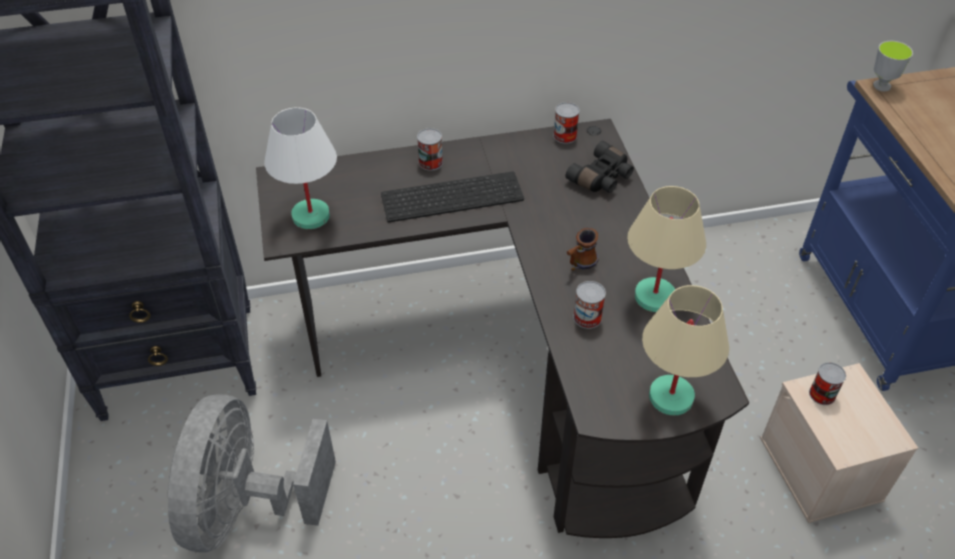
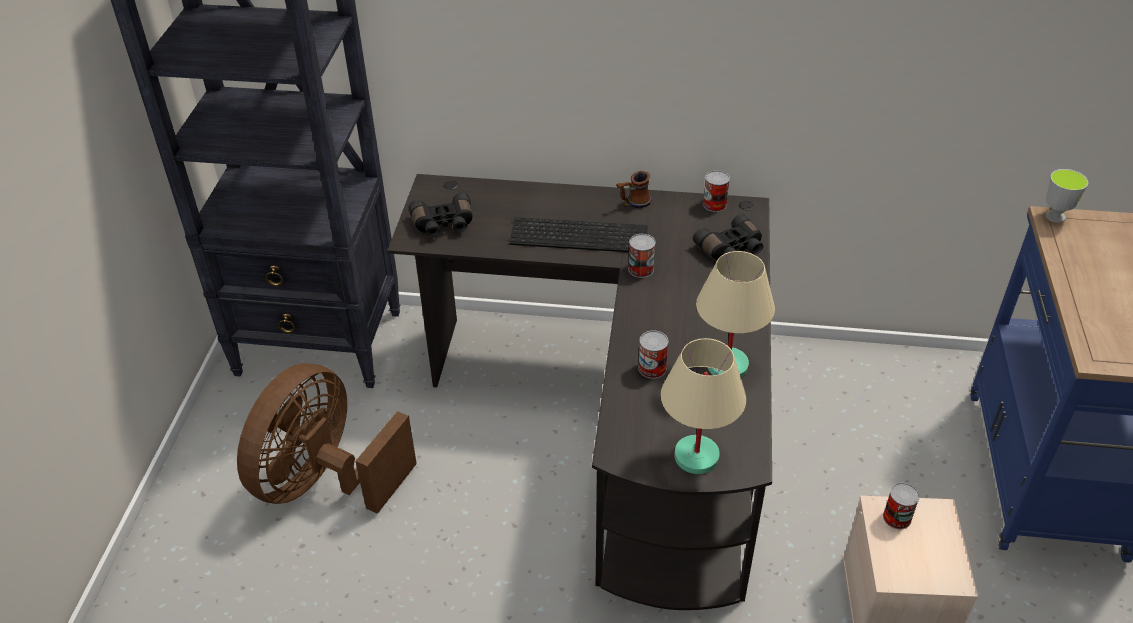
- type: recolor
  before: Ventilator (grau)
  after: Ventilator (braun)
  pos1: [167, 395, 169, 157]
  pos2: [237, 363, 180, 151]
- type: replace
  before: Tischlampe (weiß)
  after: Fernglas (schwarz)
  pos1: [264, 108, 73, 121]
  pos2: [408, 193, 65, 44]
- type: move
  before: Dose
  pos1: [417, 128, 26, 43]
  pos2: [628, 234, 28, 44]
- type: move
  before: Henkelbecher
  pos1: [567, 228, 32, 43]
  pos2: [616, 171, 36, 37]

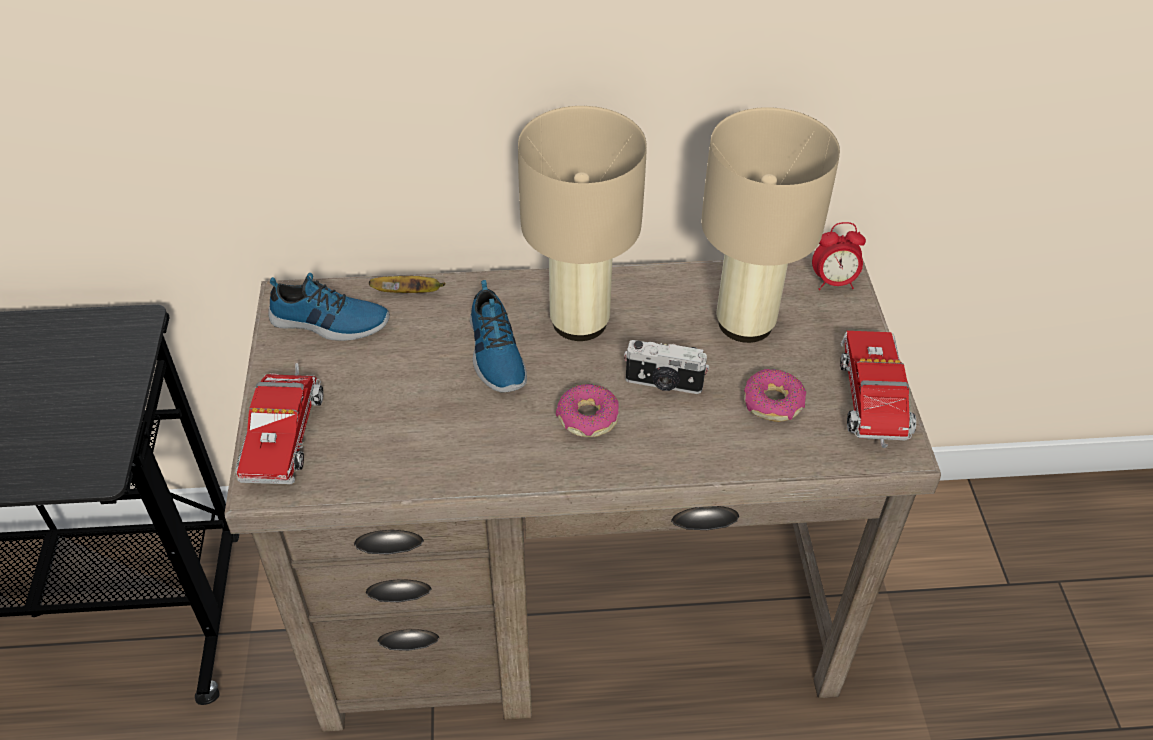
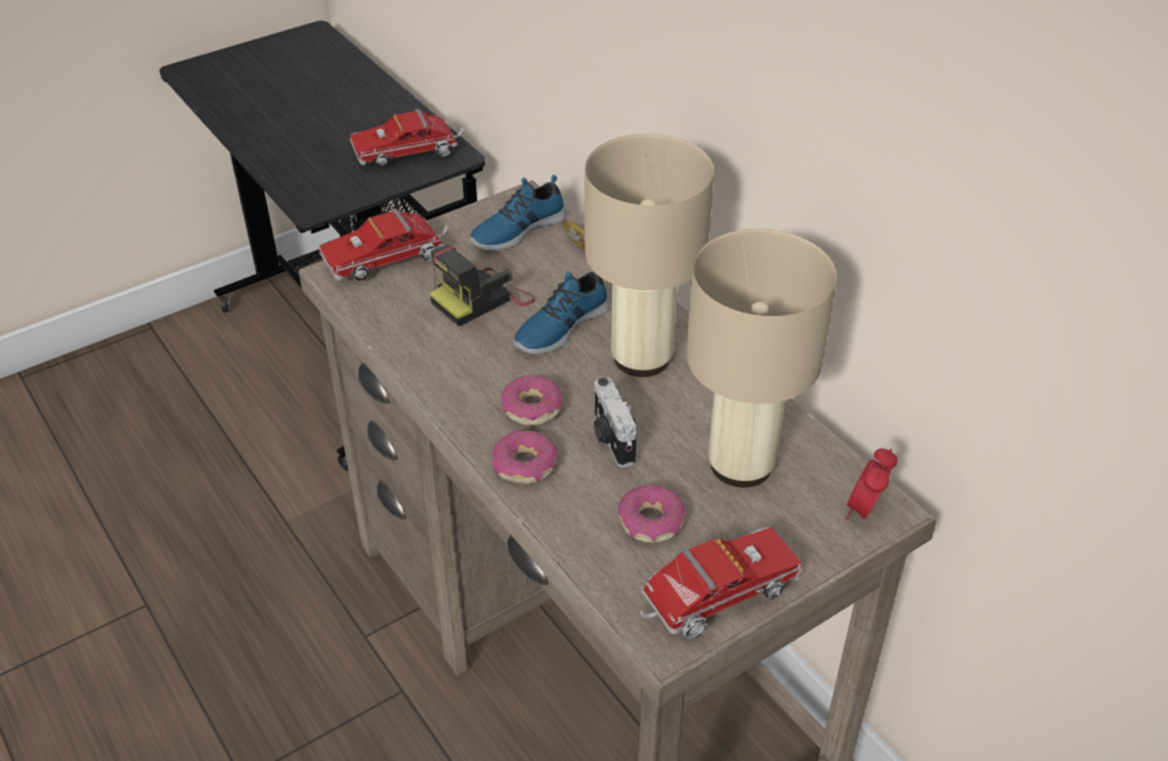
- type: rotate
  before: Schuh
  pos1: [268, 273, 122, 68]
  pos2: [469, 175, 97, 75]
  turn: 75
- type: rotate
  before: Wecker
  pos1: [812, 222, 54, 68]
  pos2: [845, 448, 53, 71]
  turn: 60
- type: insert
  after: Spielzeuglaster
  pos2: [350, 109, 113, 58]
- type: insert
  after: Kamera
  pos2: [429, 245, 106, 81]
- type: insert
  after: Donut
  pos2: [492, 430, 66, 54]

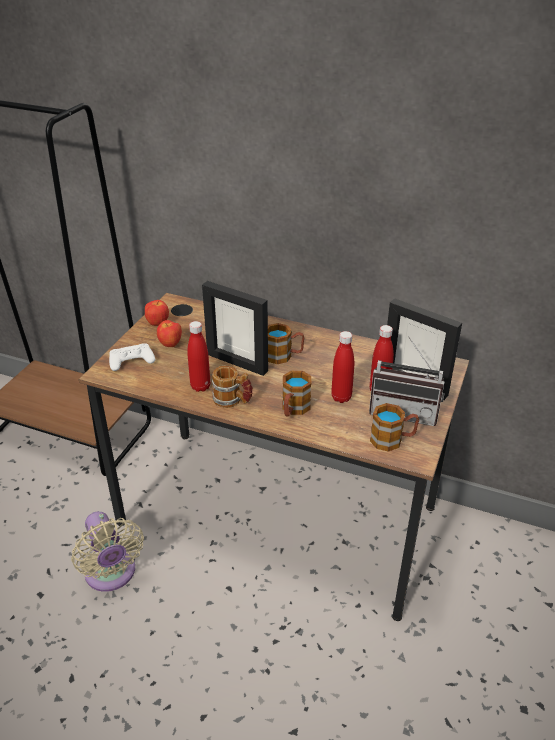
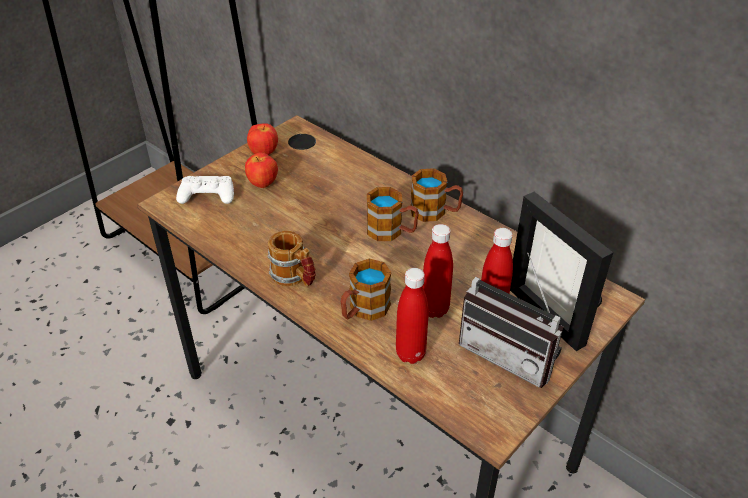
- type: delete
  before: Ventilator (beige)
  pos1: [71, 511, 73, 81]
- type: move
  before: Flasche (rot)
  pos1: [187, 321, 24, 71]
  pos2: [396, 268, 33, 96]
- type: delete
  before: Bilderrahmen
  pos1: [202, 281, 66, 95]
- type: move
  before: Henkelbecher
  pos1: [370, 403, 49, 49]
  pos2: [411, 168, 52, 54]

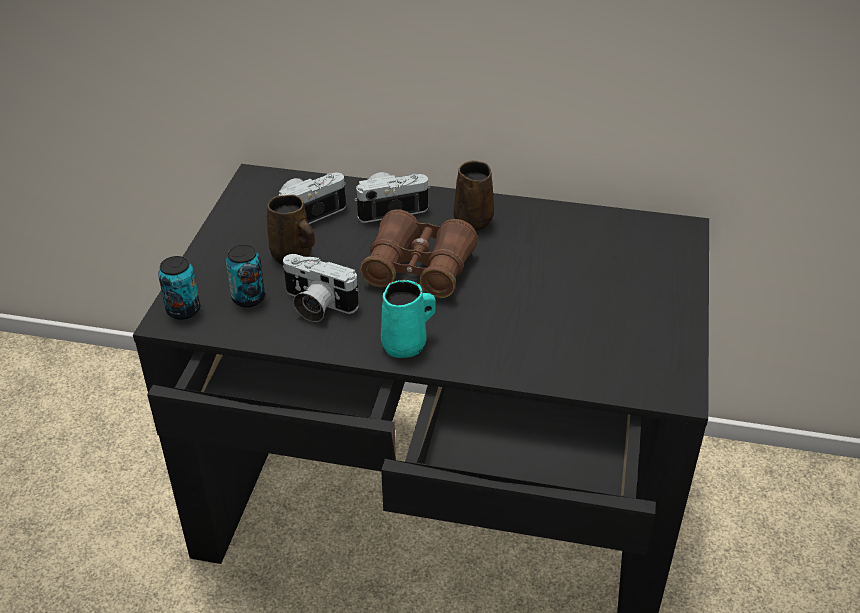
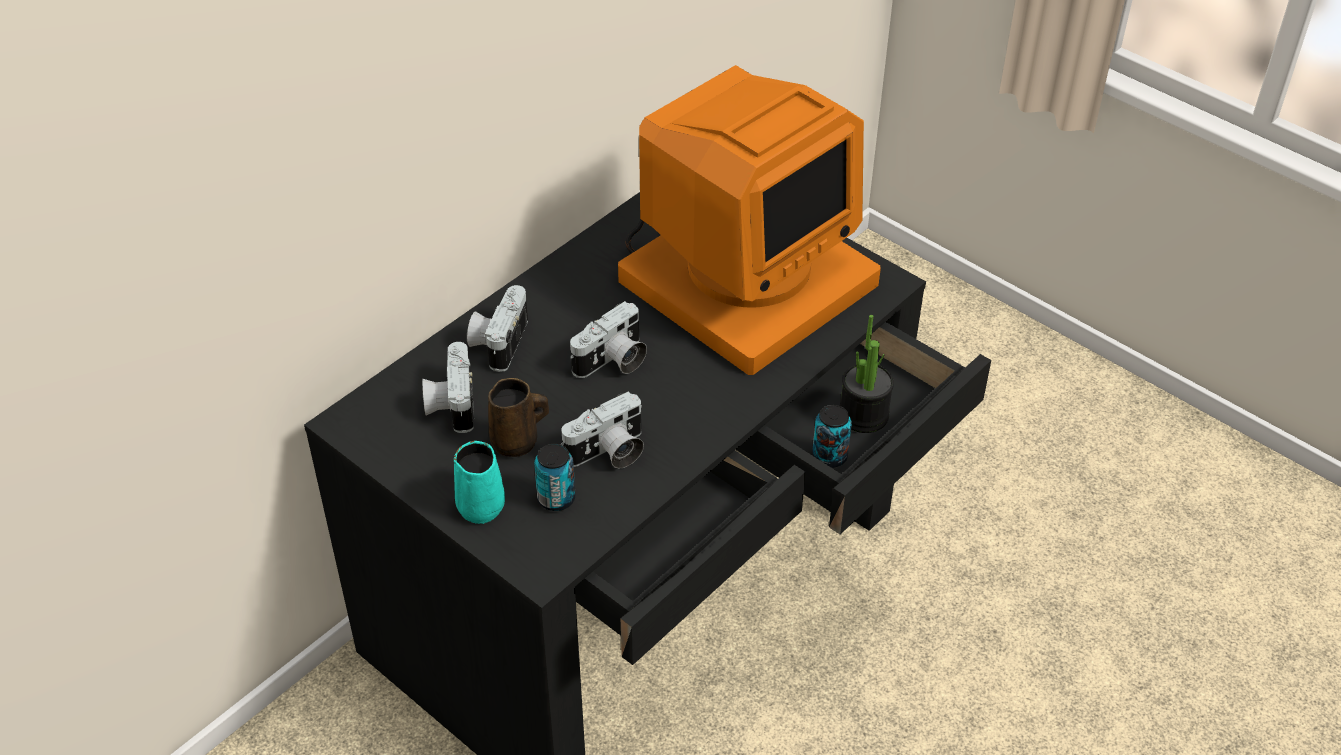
- type: move
  before: Dose
  pos1: [158, 256, 42, 64]
  pos2: [812, 405, 40, 63]
- type: replace
  before: Fernglas (braun)
  after: Kamera
  pos1: [360, 209, 117, 89]
  pos2: [570, 301, 77, 77]
- type: move
  before: Henkelbecher (türkis)
  pos1: [381, 280, 55, 78]
  pos2: [454, 441, 51, 83]
- type: delete
  before: Henkelbecher (braun)
  pos1: [454, 161, 40, 70]
- type: insert
  after: Monitor
  pos2: [618, 65, 263, 310]
- type: insert
  after: Topfpflanze
  pos2: [840, 315, 54, 118]

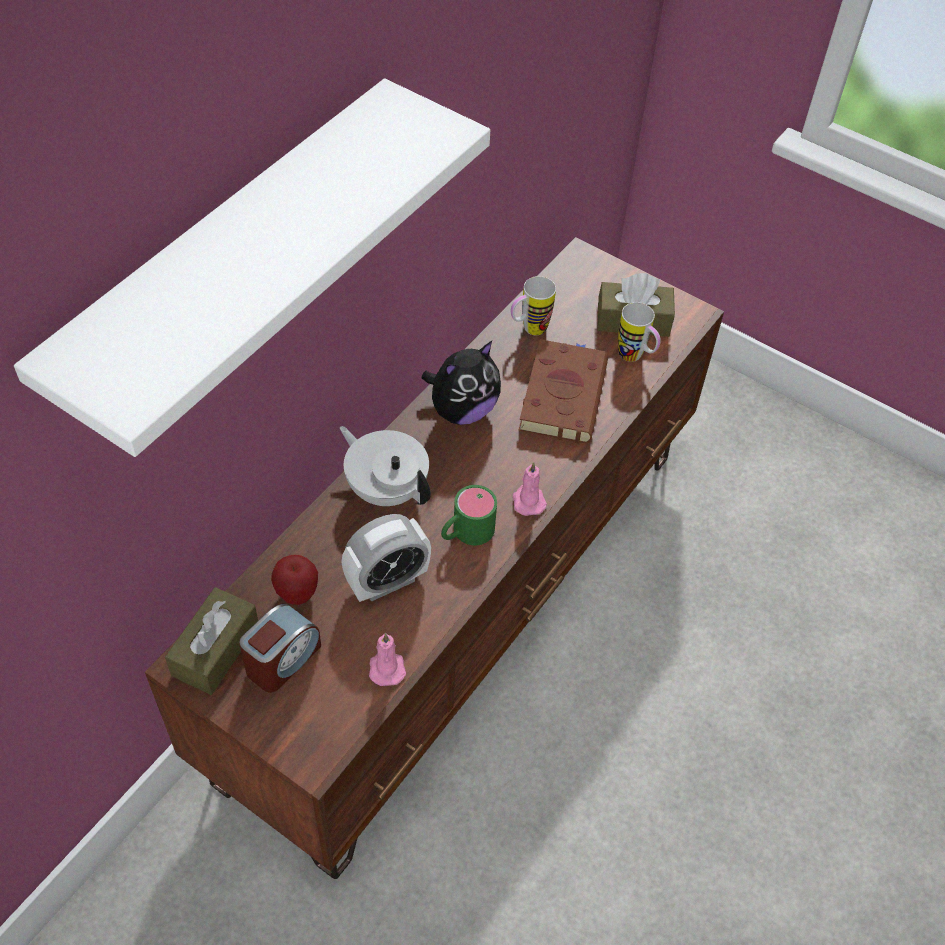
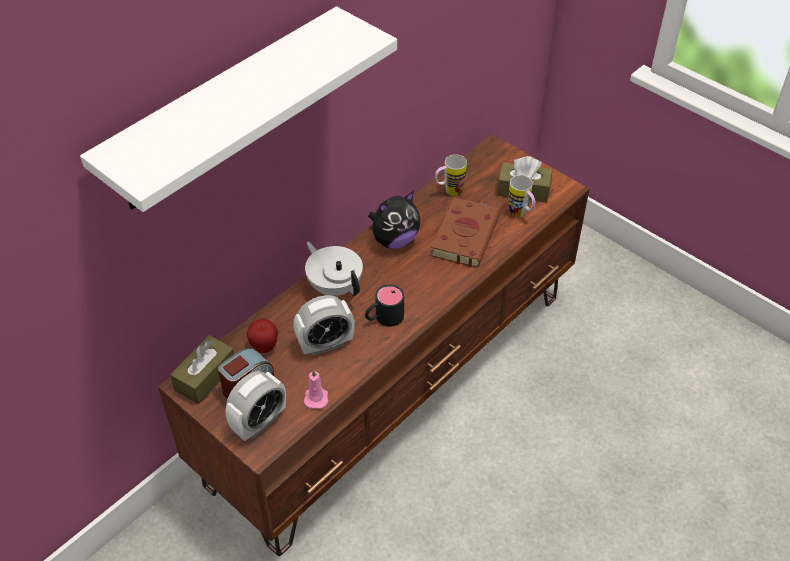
- type: recolor
  before: Henkelbecher (grün)
  after: Henkelbecher (schwarz)
  pos1: [441, 485, 56, 60]
  pos2: [365, 284, 39, 43]
- type: delete
  before: Kerze (rosa)
  pos1: [513, 462, 34, 54]
- type: insert
  after: Wecker
  pos2: [226, 371, 60, 70]

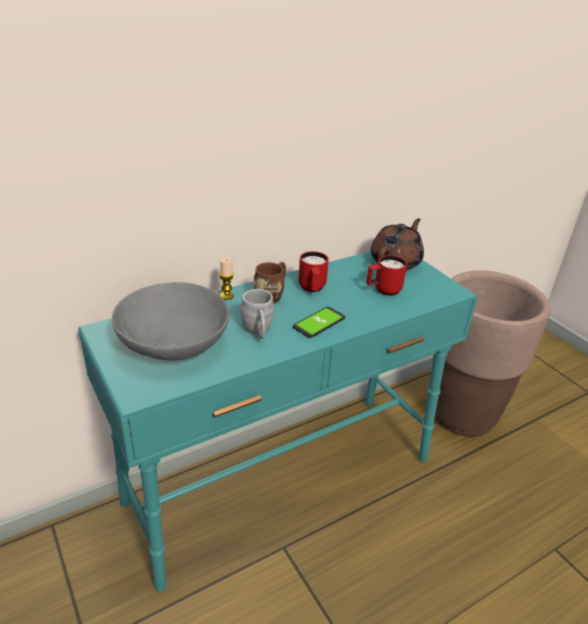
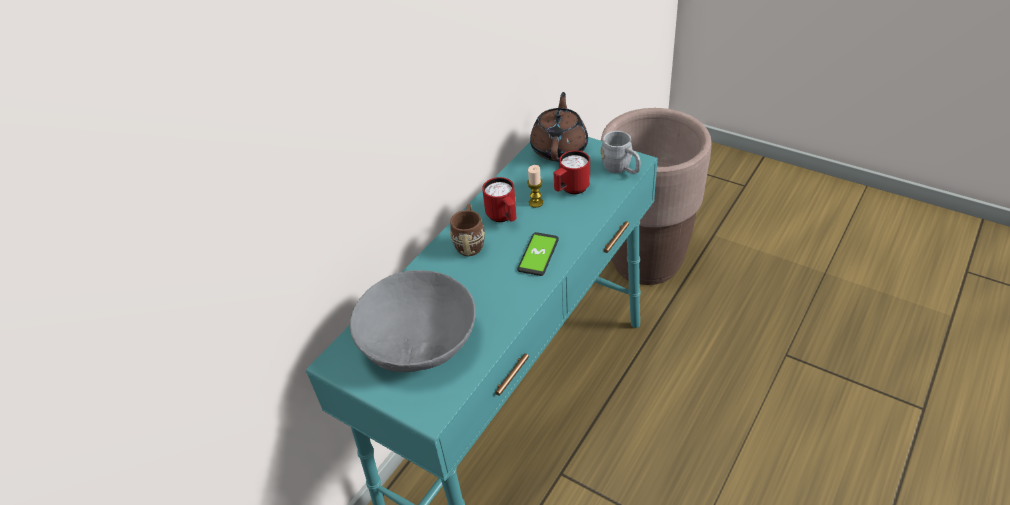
- type: move
  before: Kerze
  pos1: [219, 257, 15, 43]
  pos2: [527, 165, 16, 43]
- type: move
  before: Henkelbecher (grau)
  pos1: [240, 289, 34, 50]
  pos2: [600, 131, 41, 43]

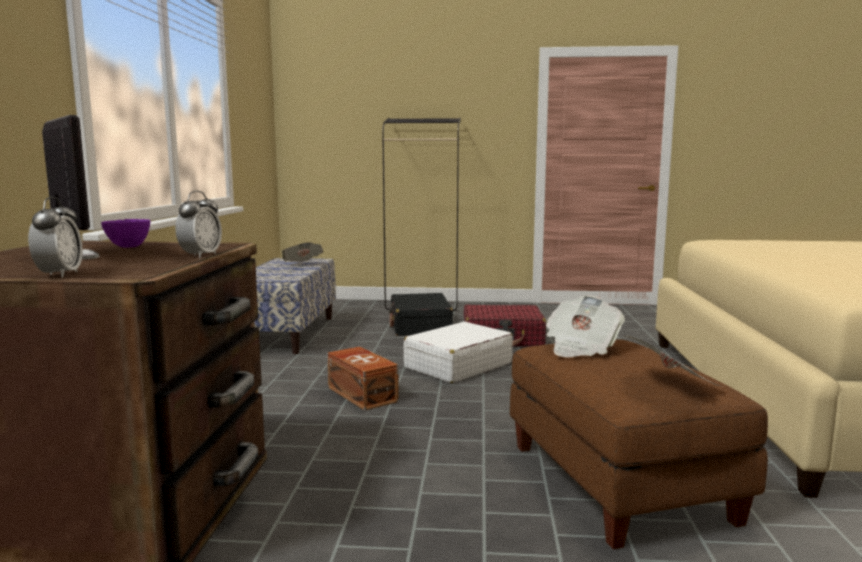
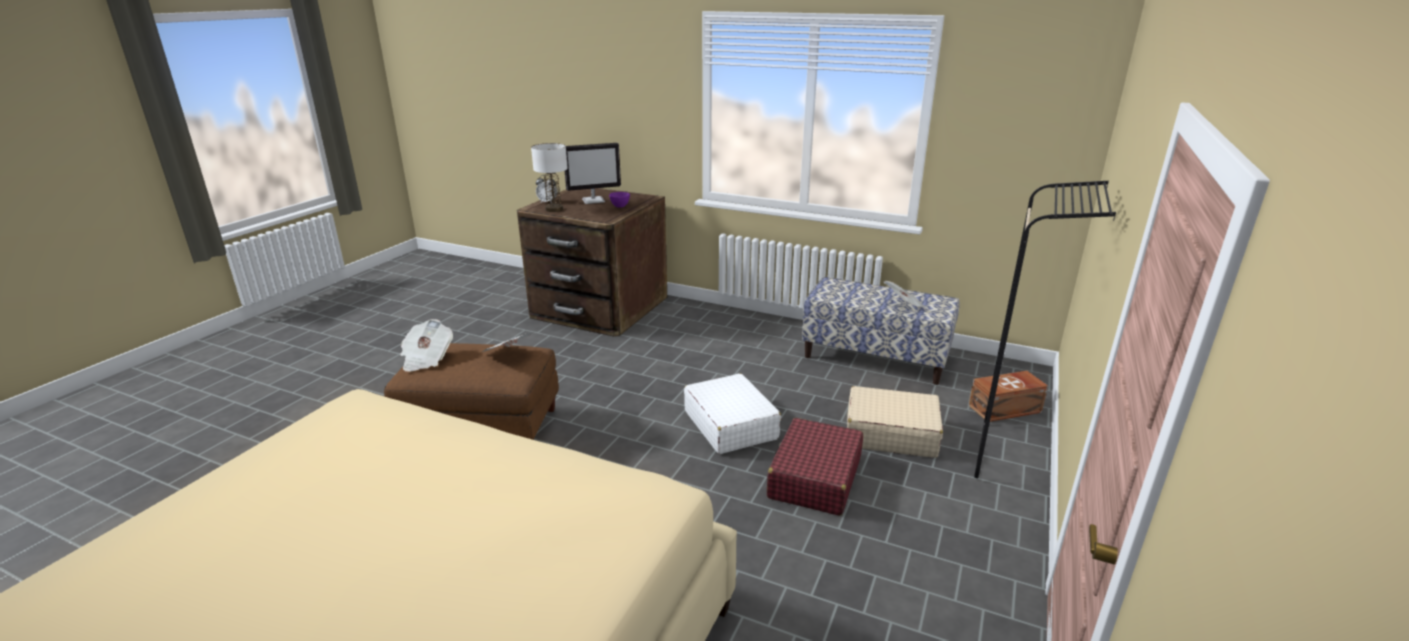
- type: delete
  before: Wecker
  pos1: [175, 191, 47, 67]
- type: move
  before: Aufbewahrungsbox (braun)
  pos1: [327, 346, 72, 64]
  pos2: [969, 371, 79, 51]
- type: recolor
  before: Koffer (schwarz)
  after: Koffer (beige)
  pos1: [389, 293, 64, 43]
  pos2: [847, 386, 96, 72]
- type: insert
  after: Tischlampe
  pos2: [531, 143, 37, 69]

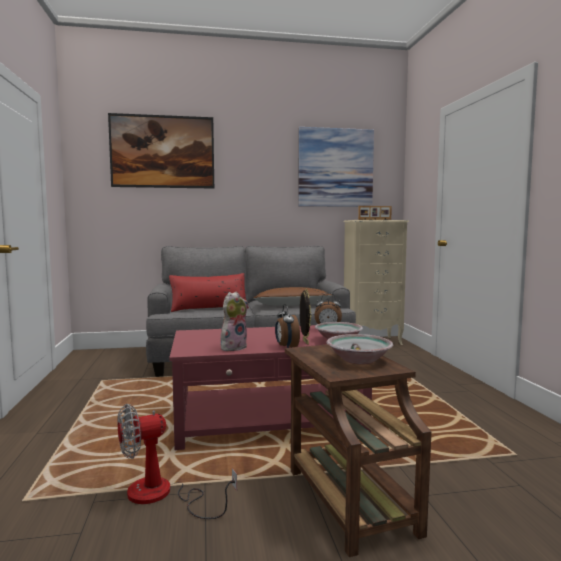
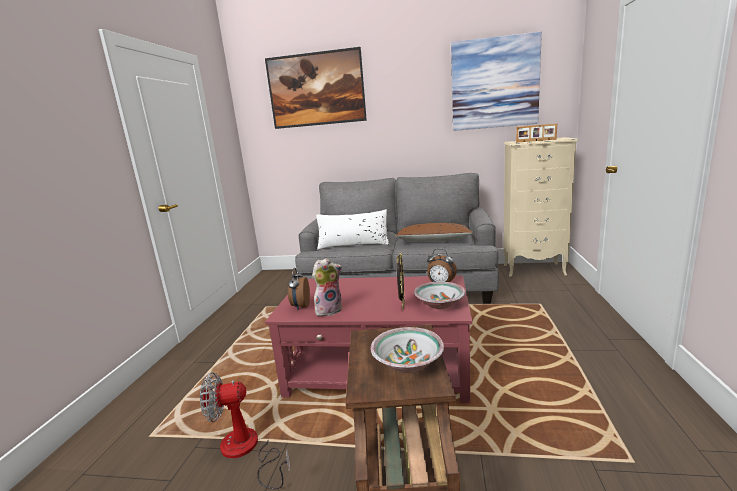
- type: recolor
  before: Kissen (rot)
  after: Kissen (weiß)
  pos1: [169, 273, 80, 39]
  pos2: [316, 209, 73, 41]
- type: move
  before: Wecker
  pos1: [275, 304, 25, 44]
  pos2: [288, 268, 22, 42]

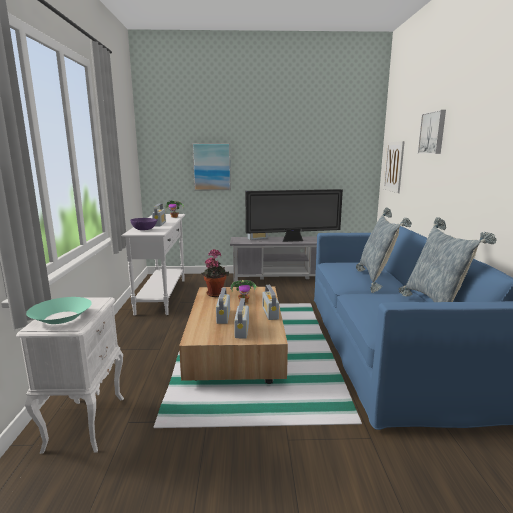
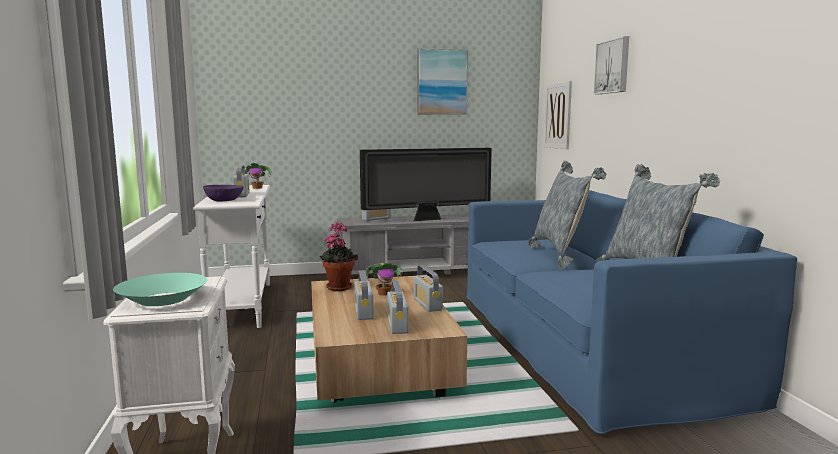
- type: move
  before: Bild
  pos1: [192, 143, 39, 47]
  pos2: [417, 48, 51, 67]

